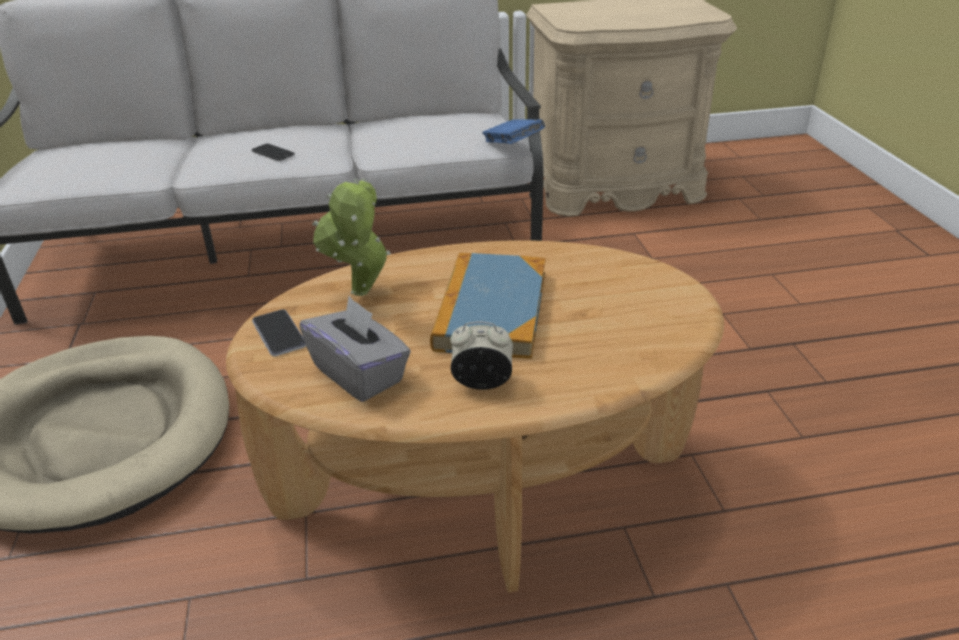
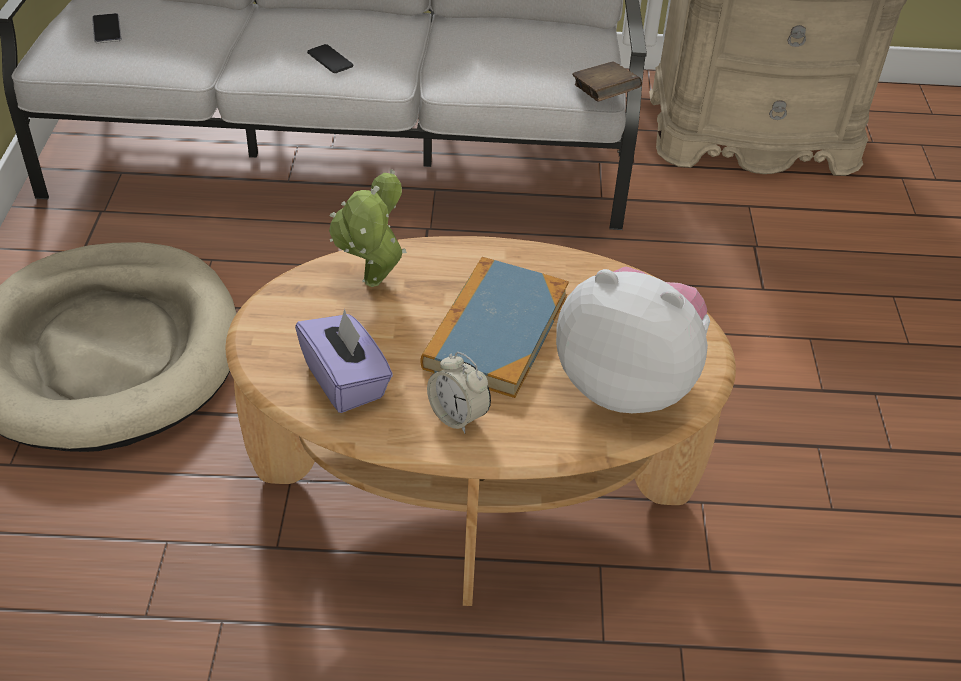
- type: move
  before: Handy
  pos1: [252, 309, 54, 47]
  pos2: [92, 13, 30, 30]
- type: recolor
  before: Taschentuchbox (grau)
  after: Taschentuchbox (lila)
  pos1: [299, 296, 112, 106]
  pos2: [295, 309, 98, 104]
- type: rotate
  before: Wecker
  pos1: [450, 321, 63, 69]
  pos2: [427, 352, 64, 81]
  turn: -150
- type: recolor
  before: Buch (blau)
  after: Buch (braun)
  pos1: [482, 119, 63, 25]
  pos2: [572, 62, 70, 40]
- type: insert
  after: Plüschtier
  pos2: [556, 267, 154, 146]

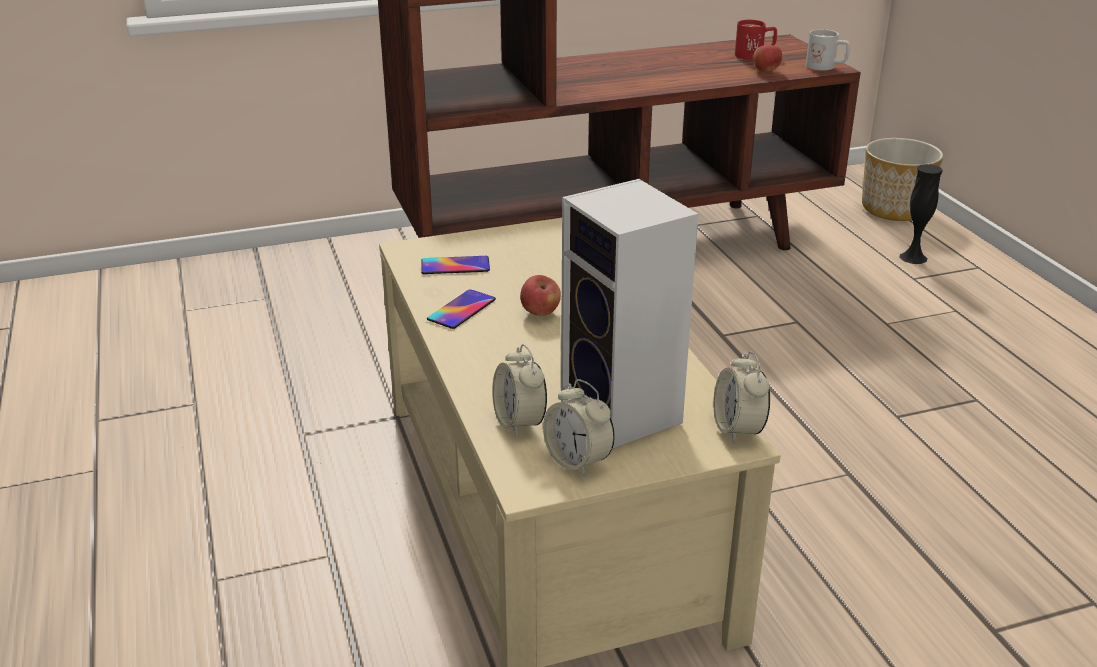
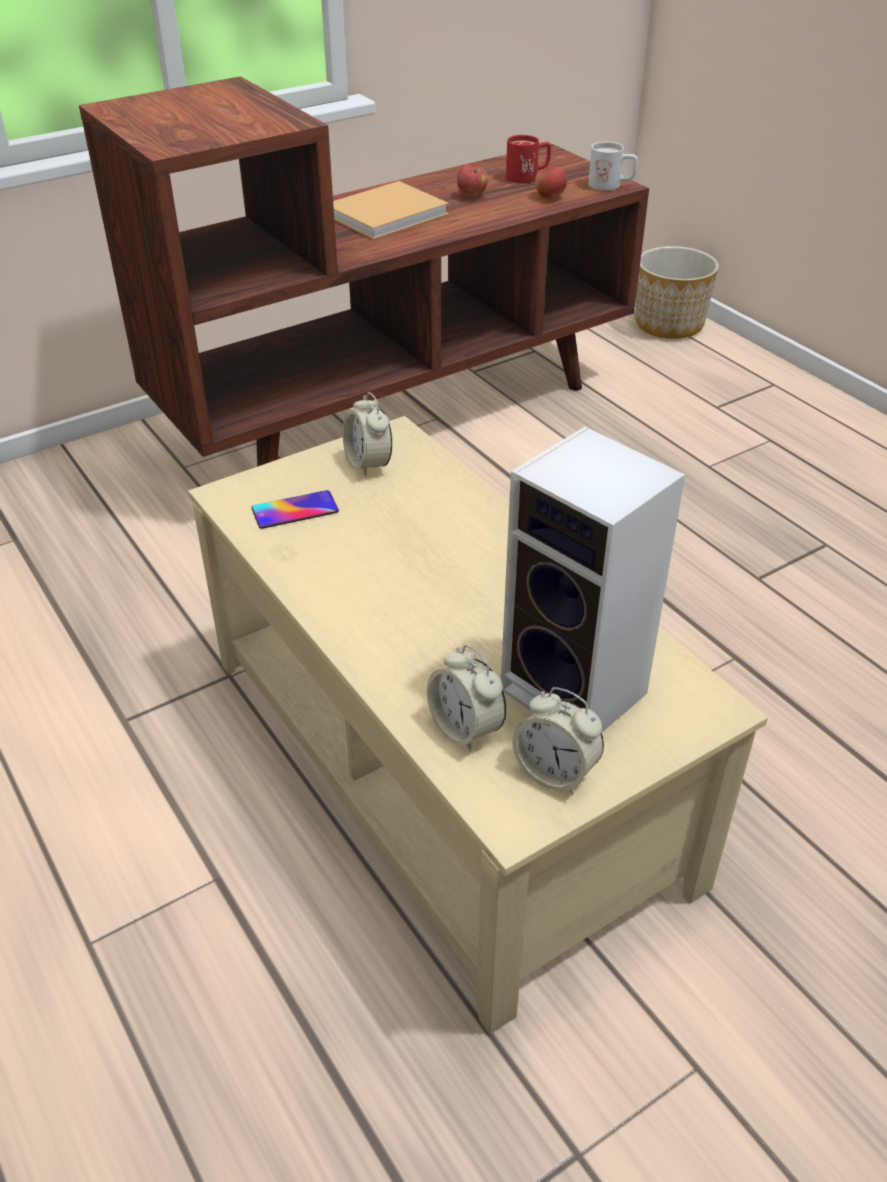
- type: delete
  before: Handy
  pos1: [427, 289, 69, 40]
- type: move
  before: Apfel
  pos1: [520, 275, 41, 41]
  pos2: [457, 163, 31, 33]
- type: move
  before: Wecker
  pos1: [713, 351, 57, 93]
  pos2: [343, 392, 49, 85]
- type: delete
  before: Vase (schwarz)
  pos1: [899, 164, 44, 100]
- type: insert
  after: Buch (beige)
  pos2: [333, 181, 116, 59]

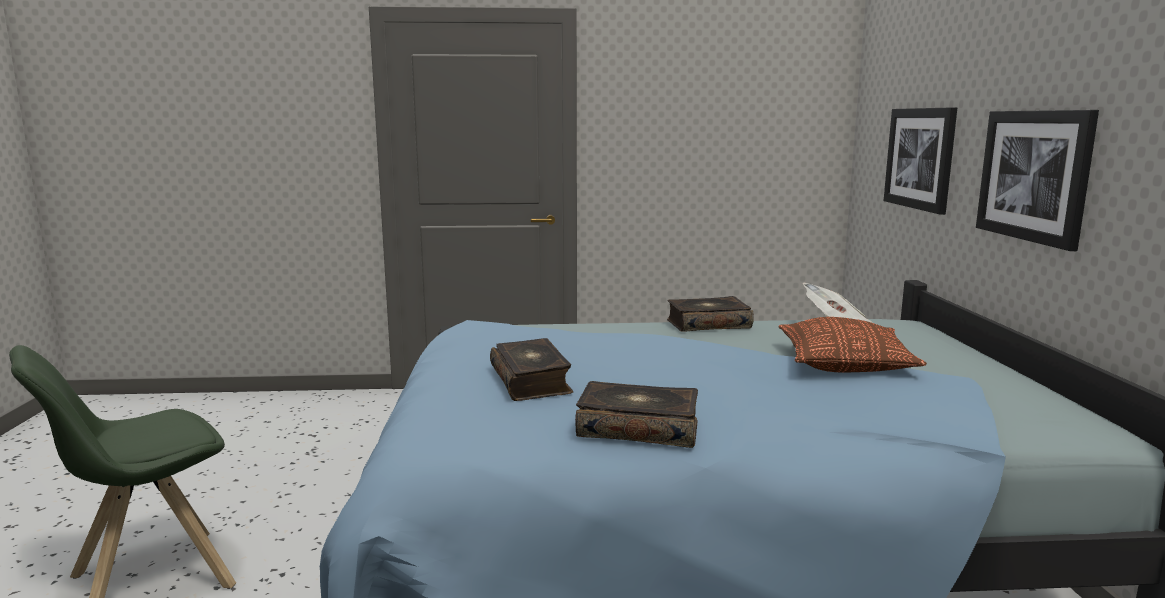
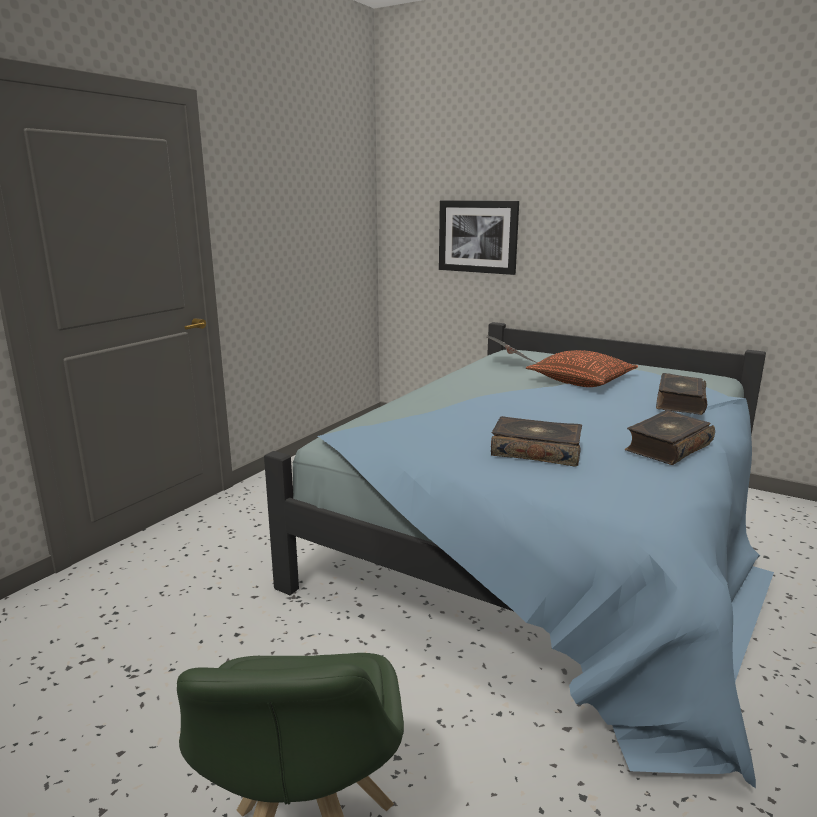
- type: move
  before: Buch
  pos1: [667, 296, 87, 36]
  pos2: [656, 373, 51, 42]
- type: delete
  before: Bild
  pos1: [976, 110, 123, 141]

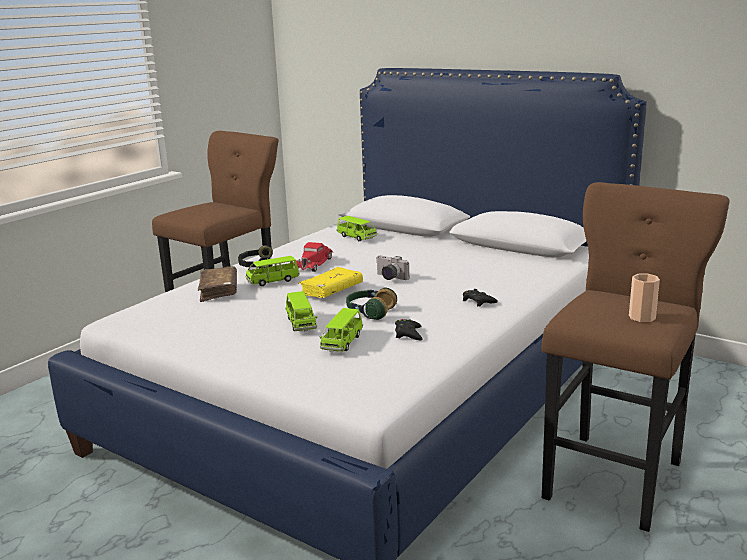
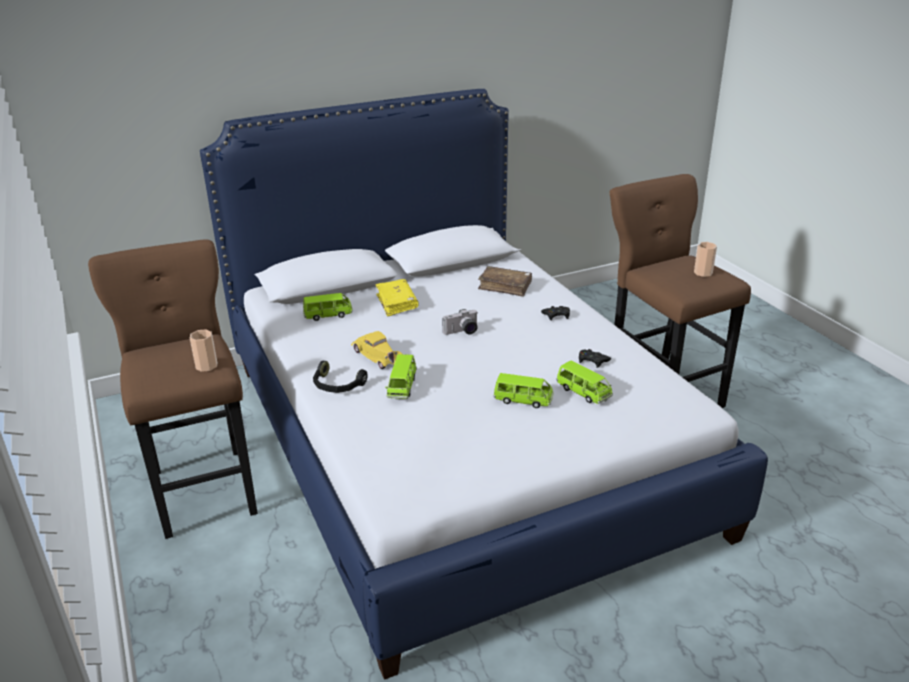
- type: move
  before: Buch (braun)
  pos1: [198, 266, 39, 36]
  pos2: [478, 266, 54, 31]
- type: recolor
  before: Spielzeugauto (rot)
  after: Spielzeugauto (gelb)
  pos1: [293, 242, 40, 30]
  pos2: [351, 331, 51, 38]
- type: move
  before: Buch (gelb)
  pos1: [298, 267, 65, 31]
  pos2: [375, 279, 44, 37]
- type: delete
  before: Kopfhörer
  pos1: [346, 287, 51, 33]
- type: insert
  after: Tasse
  pos2: [190, 329, 27, 43]

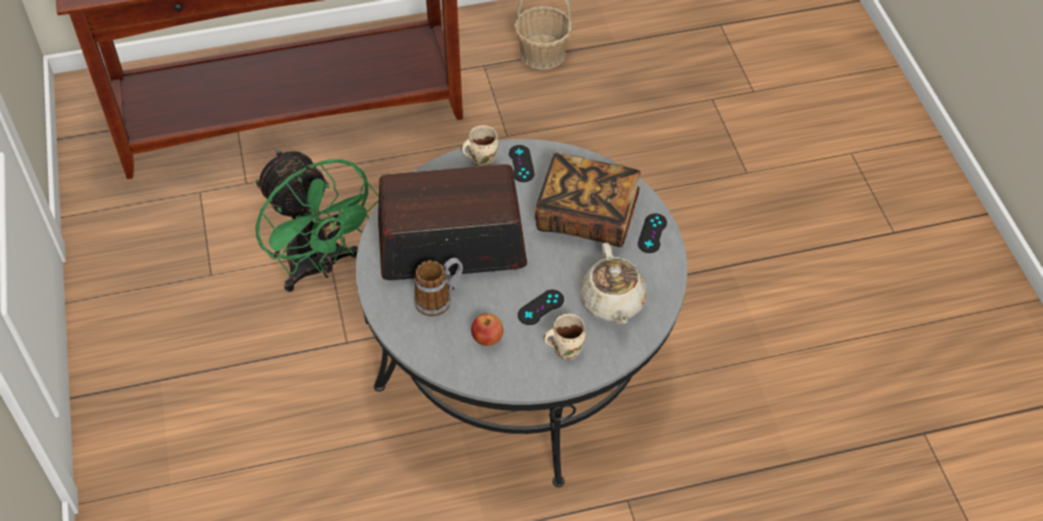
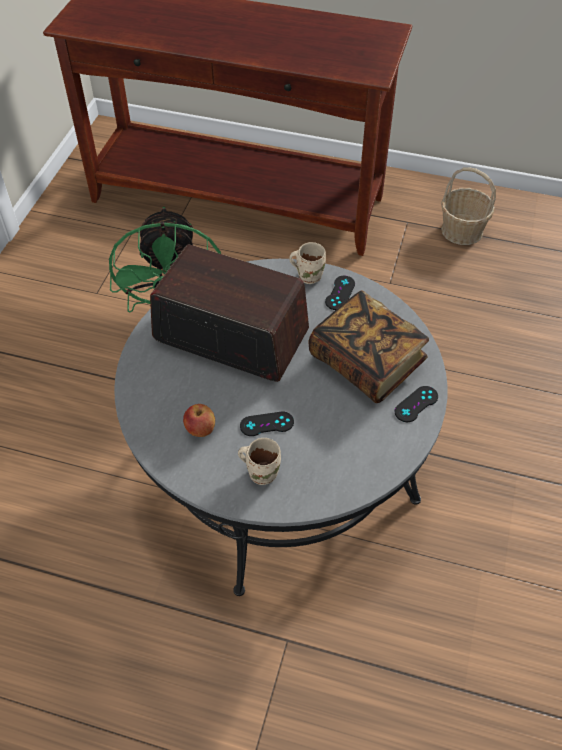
- type: delete
  before: Henkelbecher
  pos1: [414, 258, 49, 58]
- type: delete
  before: Teekanne (beige)
  pos1: [580, 243, 66, 82]

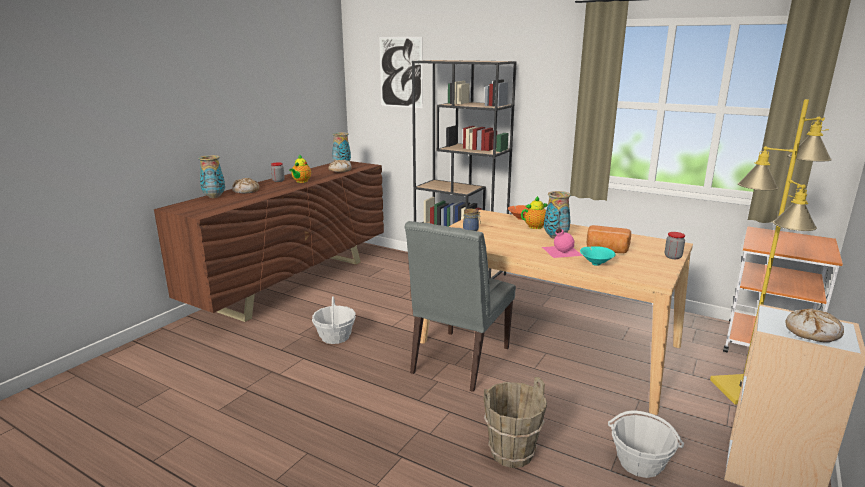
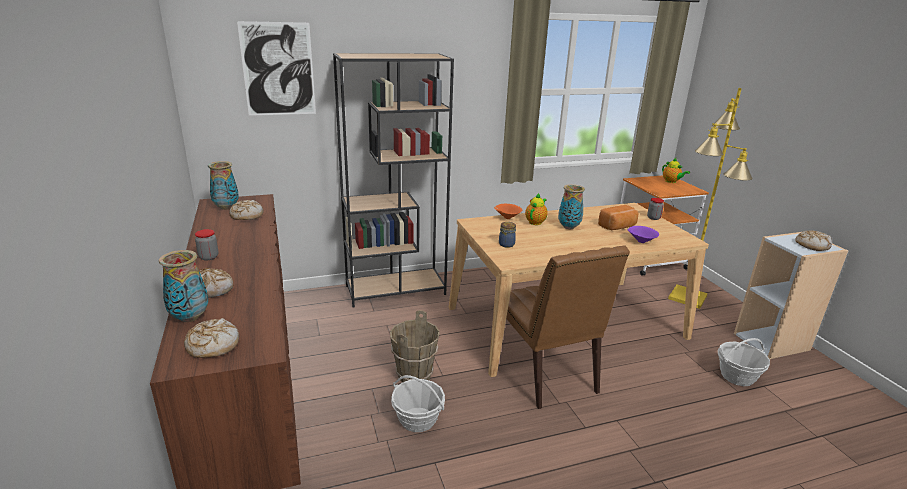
- type: move
  before: Teekanne
  pos1: [289, 154, 22, 29]
  pos2: [662, 158, 28, 25]
- type: recolor
  before: Stuhl (grau)
  after: Stuhl (braun)
  pos1: [405, 221, 111, 171]
  pos2: [506, 245, 124, 164]
- type: move
  before: Eimer (braun)
  pos1: [484, 377, 63, 91]
  pos2: [390, 310, 50, 73]
- type: delete
  before: Flasche (rosa)
  pos1: [542, 229, 41, 29]
- type: recolor
  before: Schüssel (türkis)
  after: Schüssel (lila)
  pos1: [580, 246, 35, 20]
  pos2: [627, 226, 32, 17]
- type: insert
  after: Brot
  pos2: [184, 318, 55, 40]

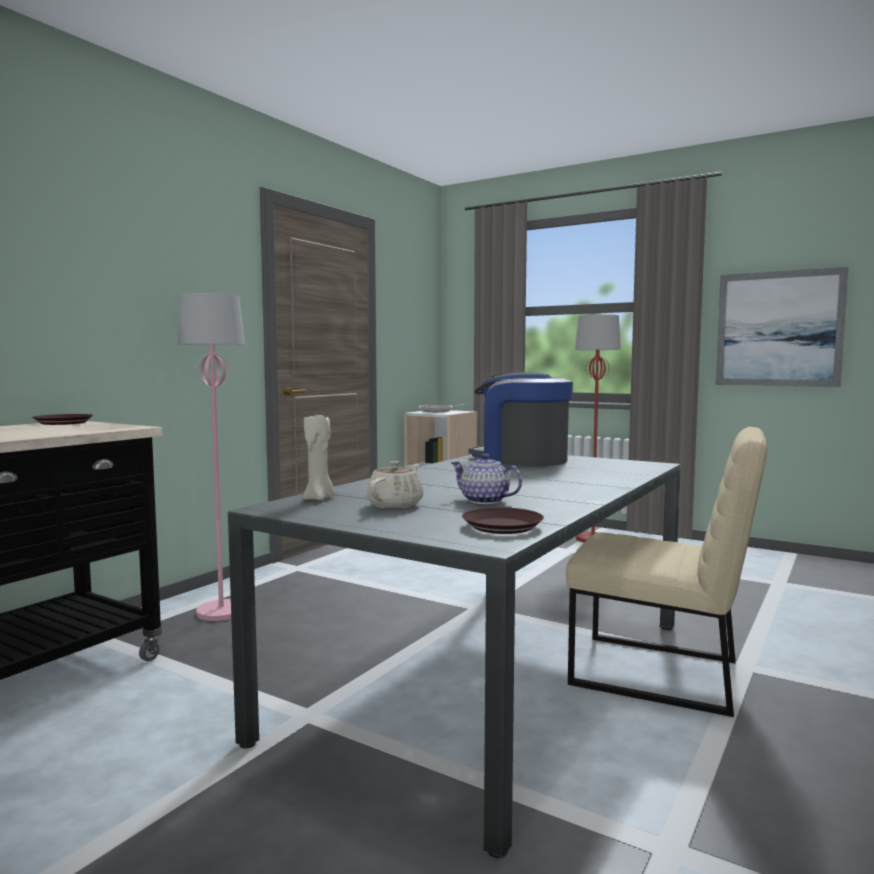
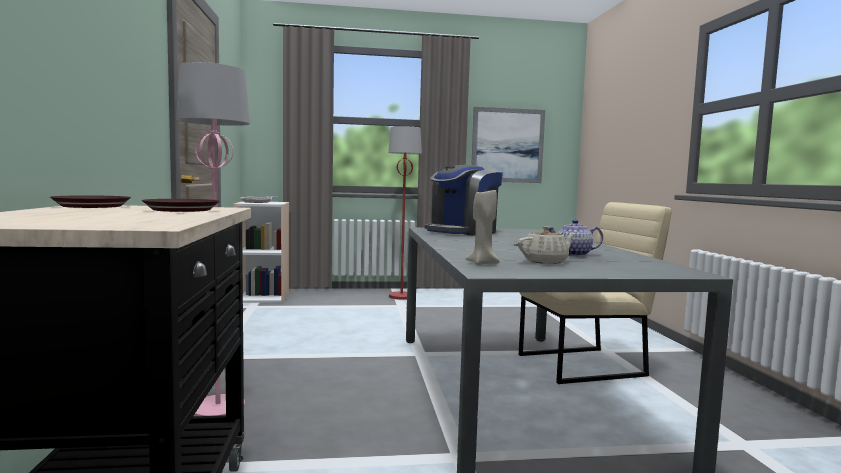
- type: rotate
  before: Teekanne (beige)
  pos1: [366, 461, 58, 48]
  pos2: [518, 226, 58, 38]
  turn: 75
- type: move
  before: Teller (braun)
  pos1: [462, 507, 82, 27]
  pos2: [142, 199, 77, 13]
- type: rotate
  before: Kaffeemaschine
  pos1: [469, 372, 104, 95]
  pos2: [425, 165, 78, 71]
  turn: -45

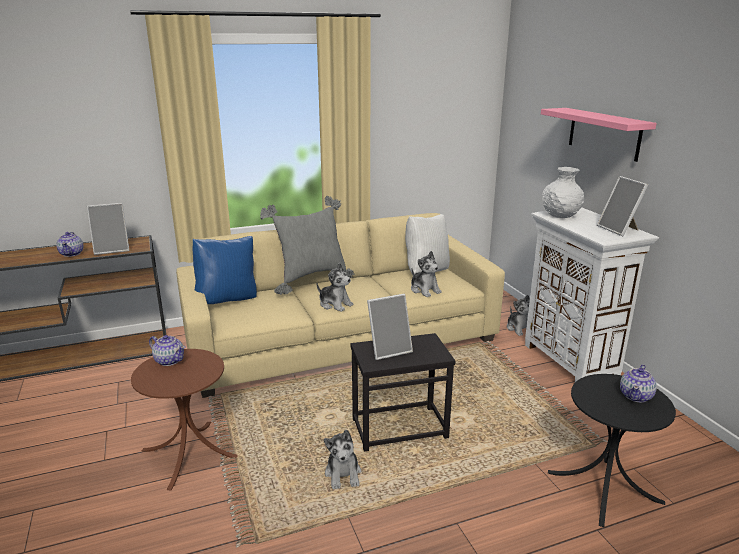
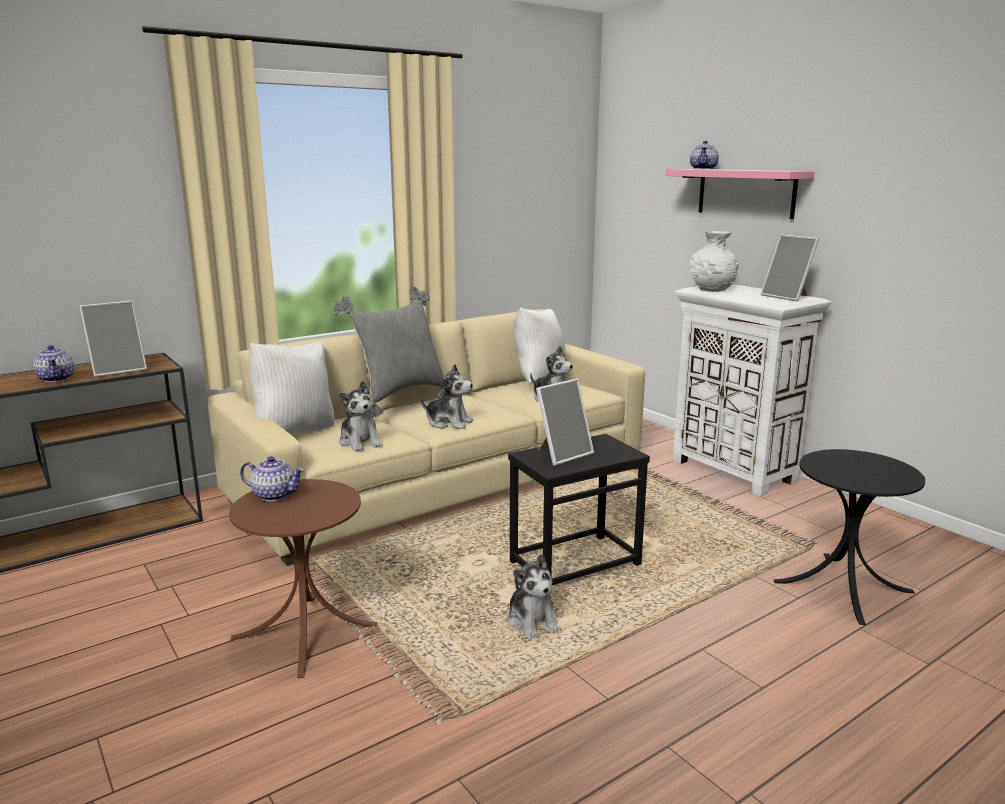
- type: recolor
  before: Kissen (blau)
  after: Kissen (weiß)
  pos1: [192, 236, 65, 68]
  pos2: [249, 342, 85, 92]
- type: move
  before: Plüschtier
  pos1: [507, 295, 23, 41]
  pos2: [339, 381, 44, 71]
- type: move
  before: Teekanne
  pos1: [620, 364, 37, 39]
  pos2: [690, 141, 29, 28]

